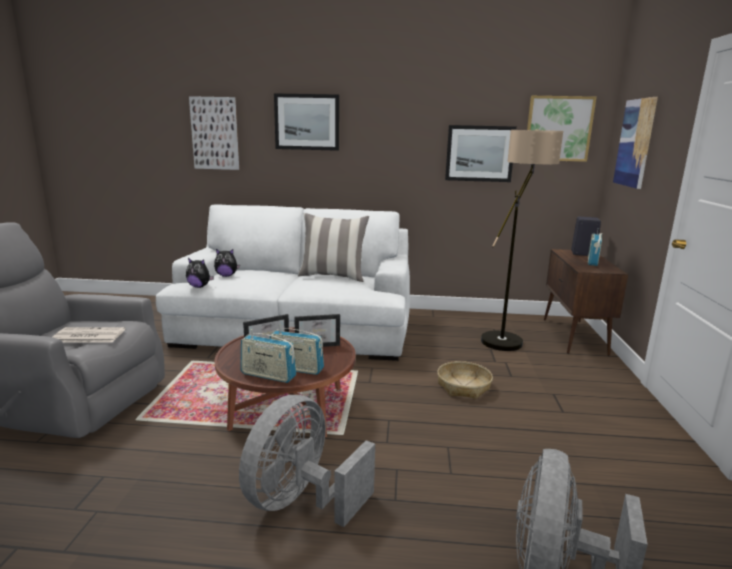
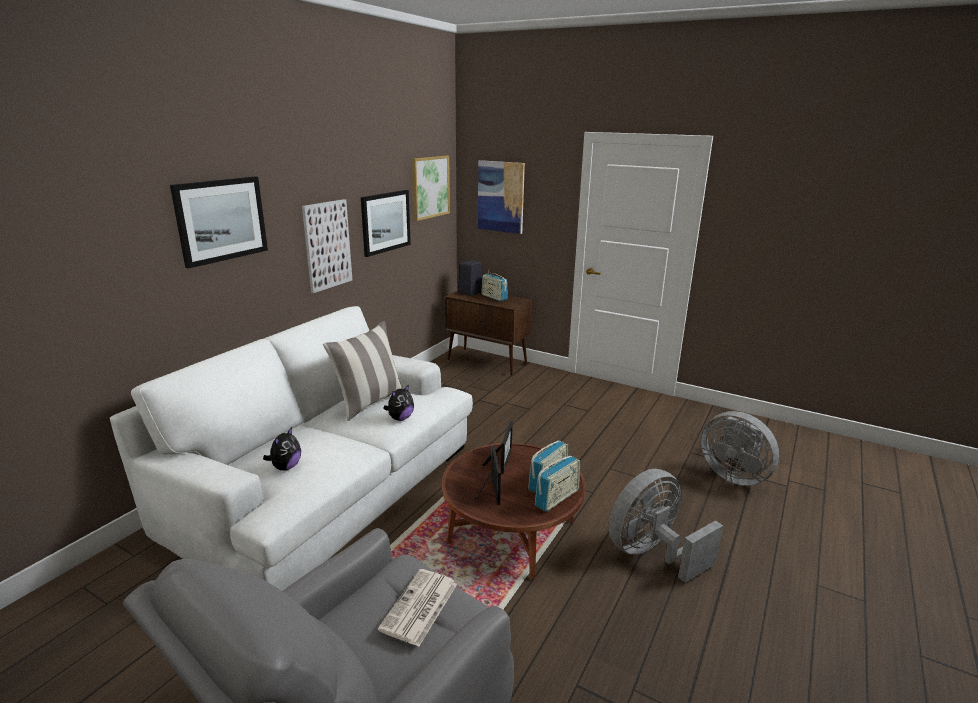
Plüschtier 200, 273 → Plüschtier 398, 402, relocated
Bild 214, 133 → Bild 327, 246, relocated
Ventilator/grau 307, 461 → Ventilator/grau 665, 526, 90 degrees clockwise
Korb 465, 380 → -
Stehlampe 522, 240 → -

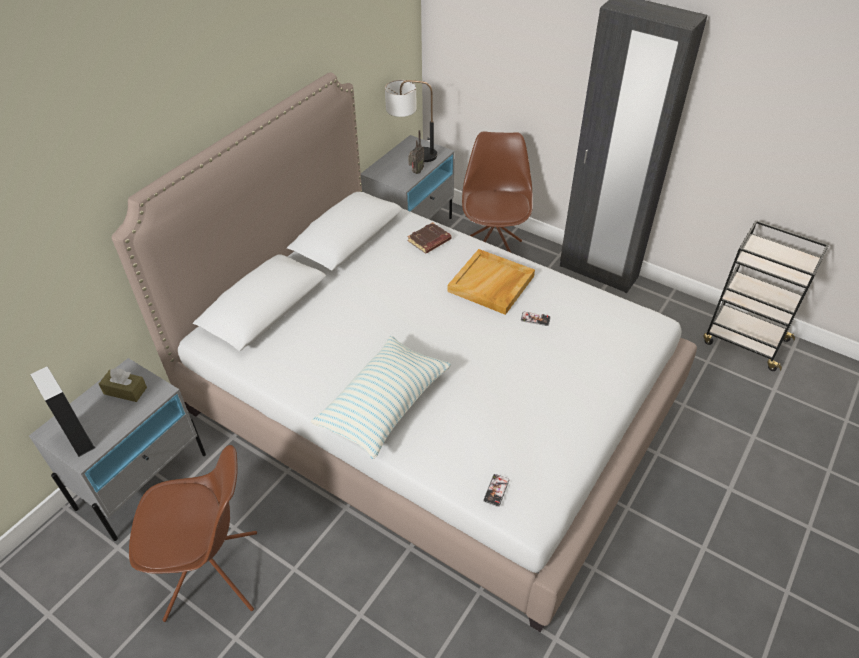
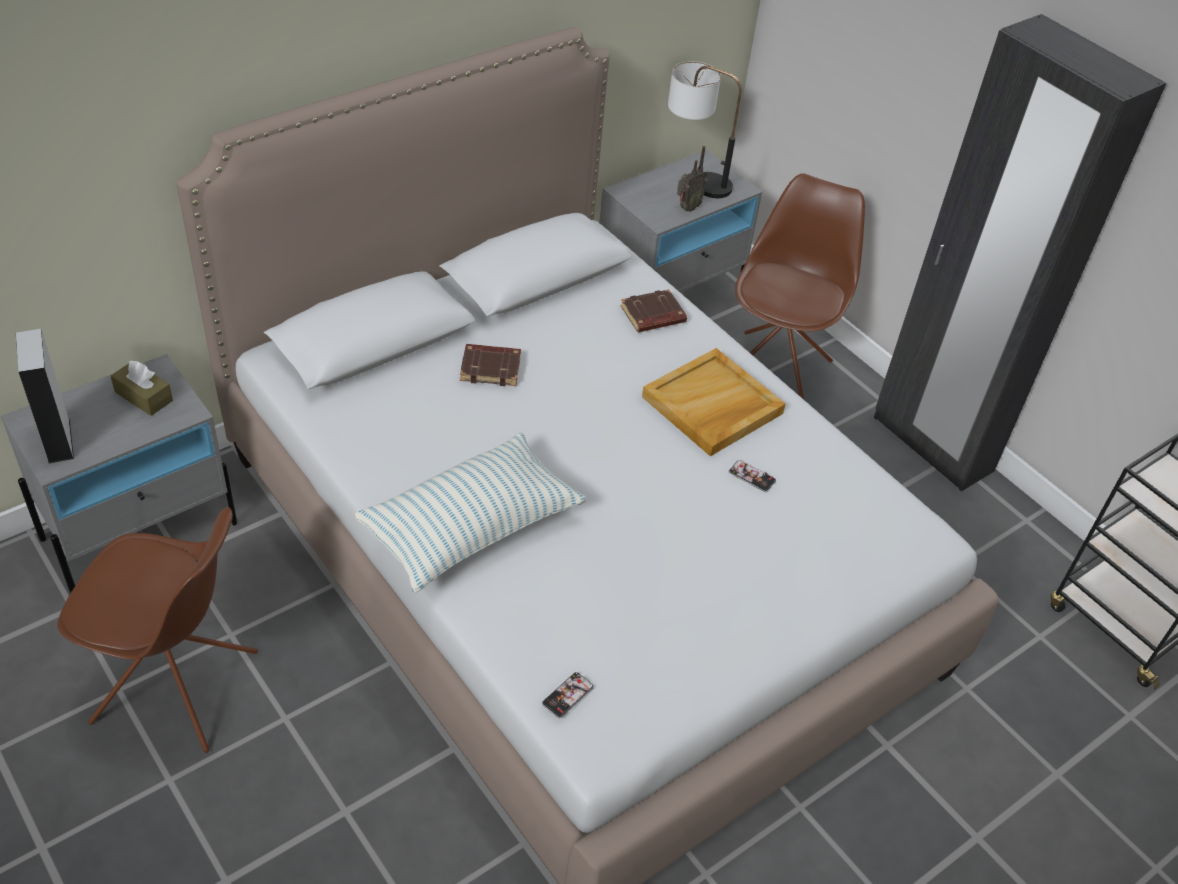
- → Buch/braun 490, 365

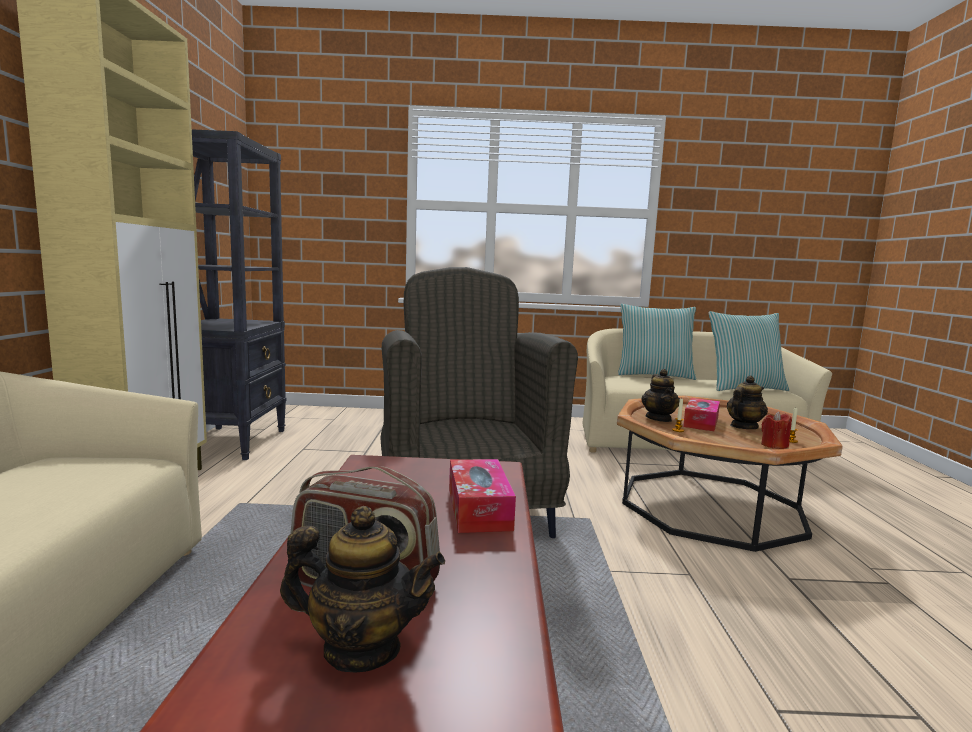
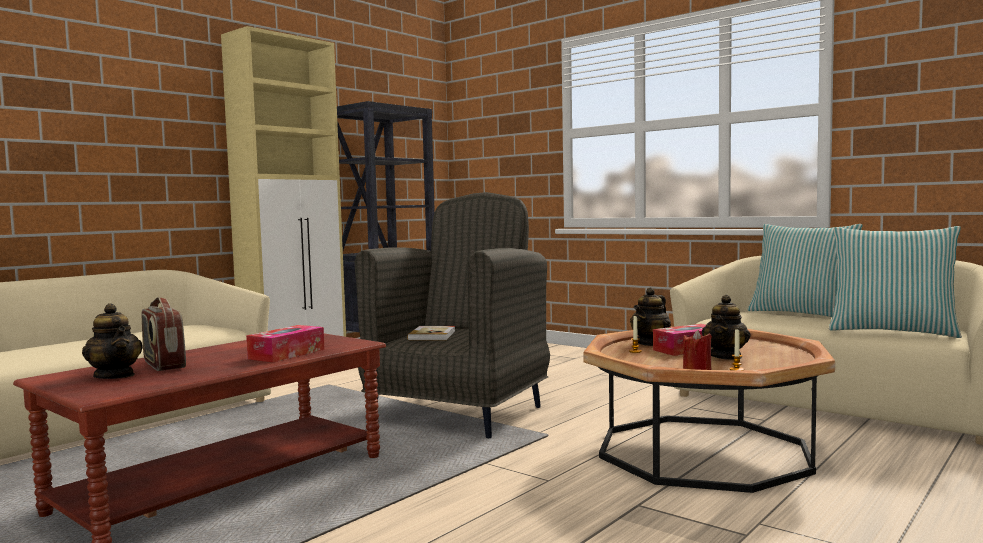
Teekanne 747, 402 → Teekanne 726, 327, 120 degrees clockwise
- → Buch 431, 333

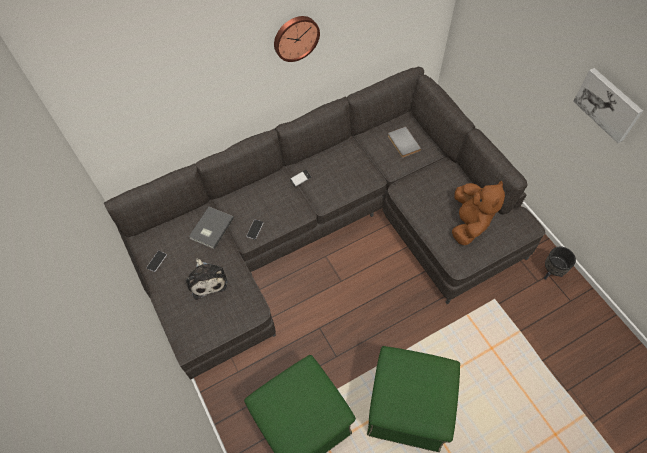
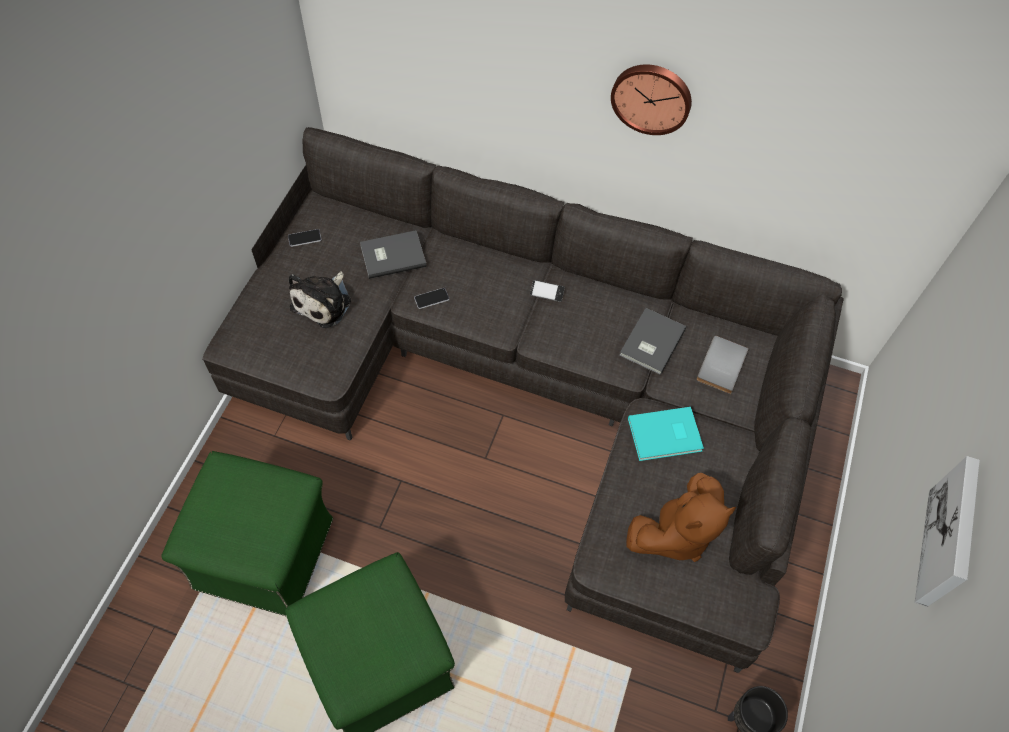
- → Buch/grau 652, 341
- → Buch/türkis 666, 434

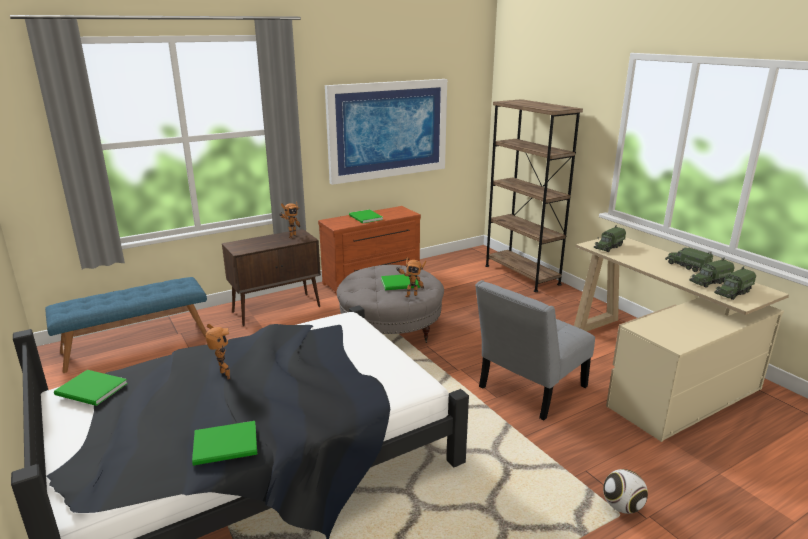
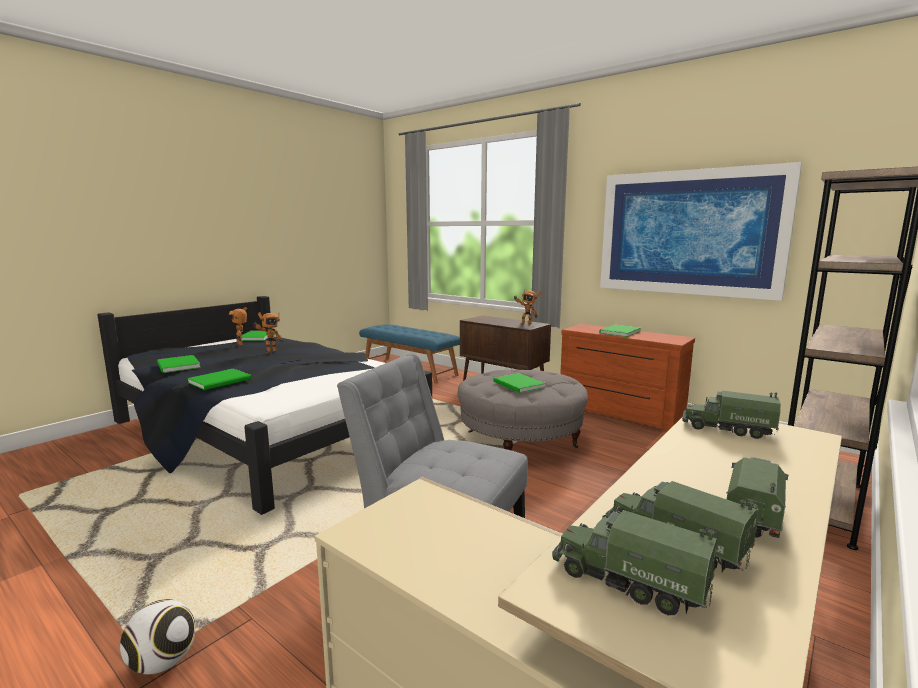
Spielzeugroboter 411, 277 → Spielzeugroboter 238, 326, relocated
- → Buch/grün 219, 379

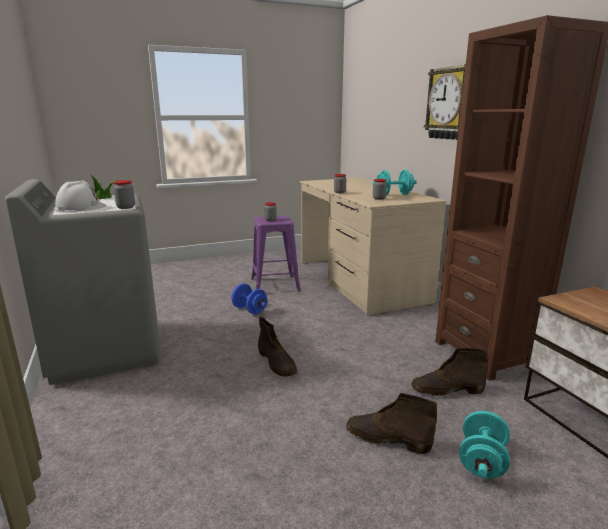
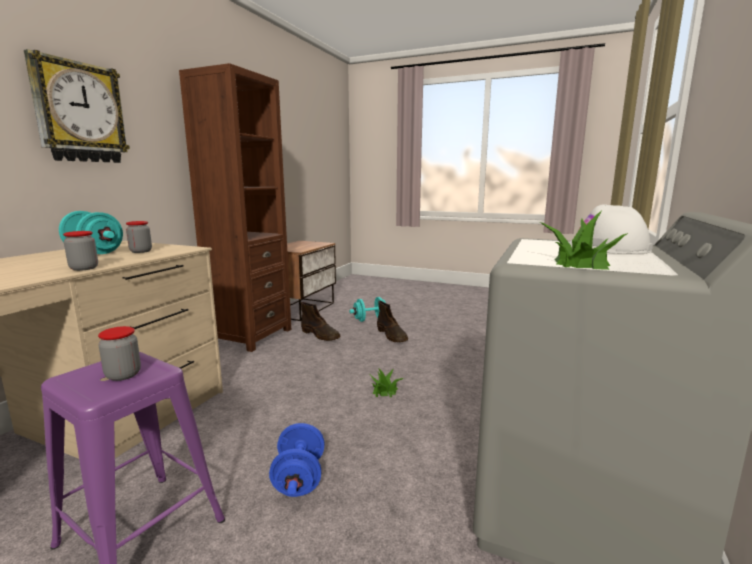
Vorratsglas 124, 194 → -
Stiefel/braun 278, 347 → Topfpflanze 387, 383

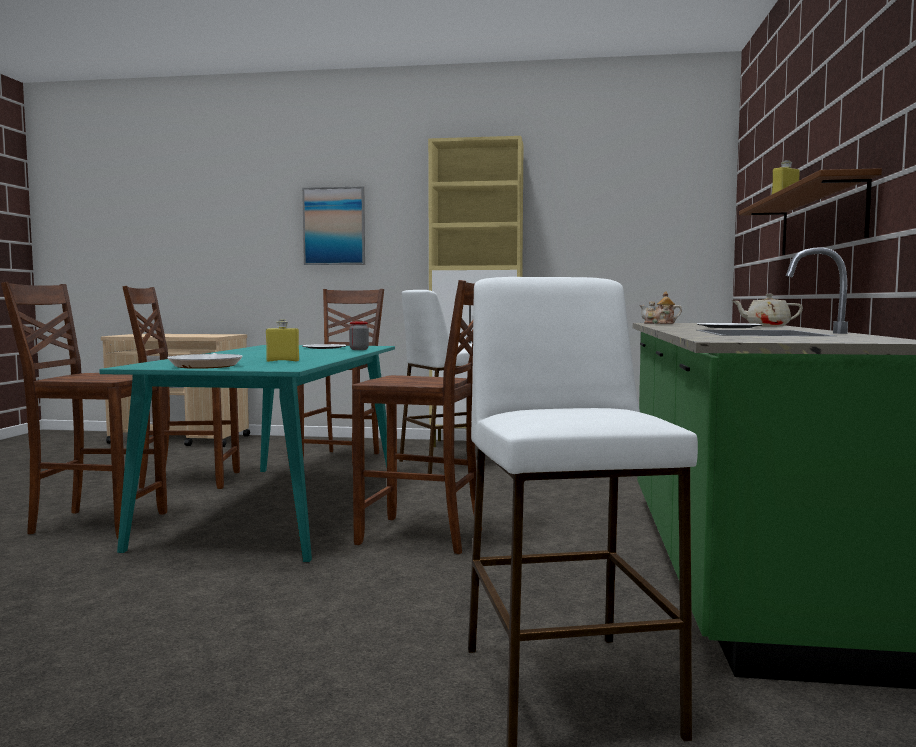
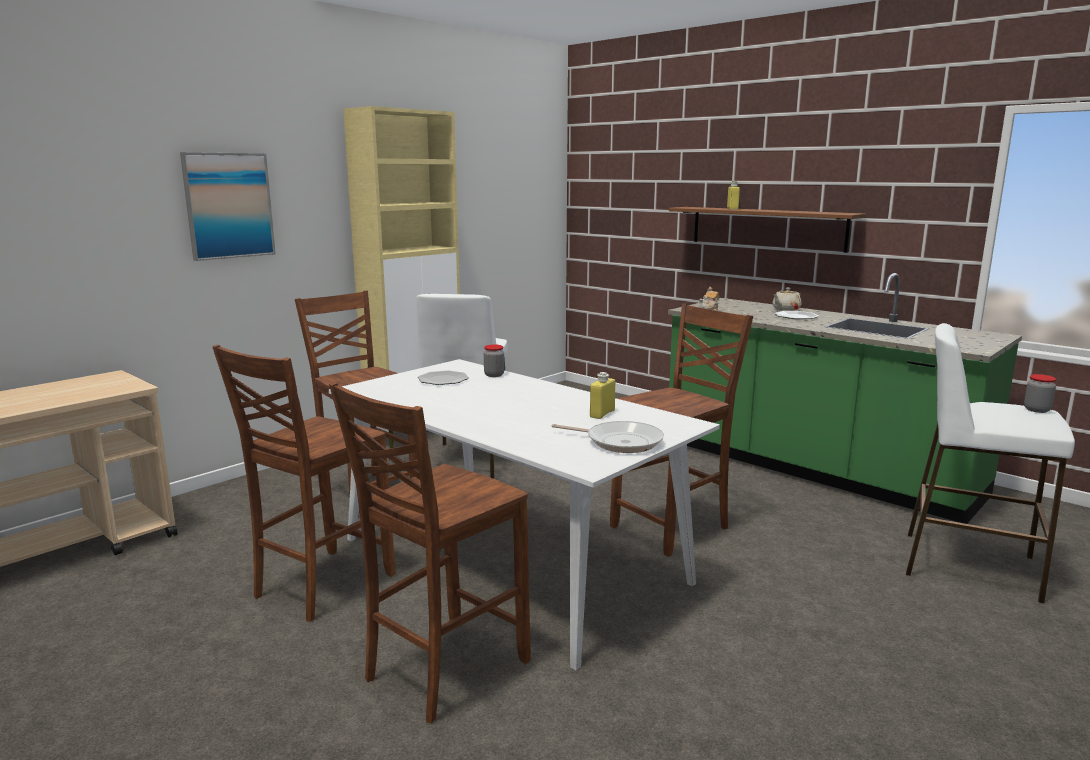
Esstisch/türkis 247, 453 → Esstisch/weiß 524, 515
- → Vorratsglas 1040, 393

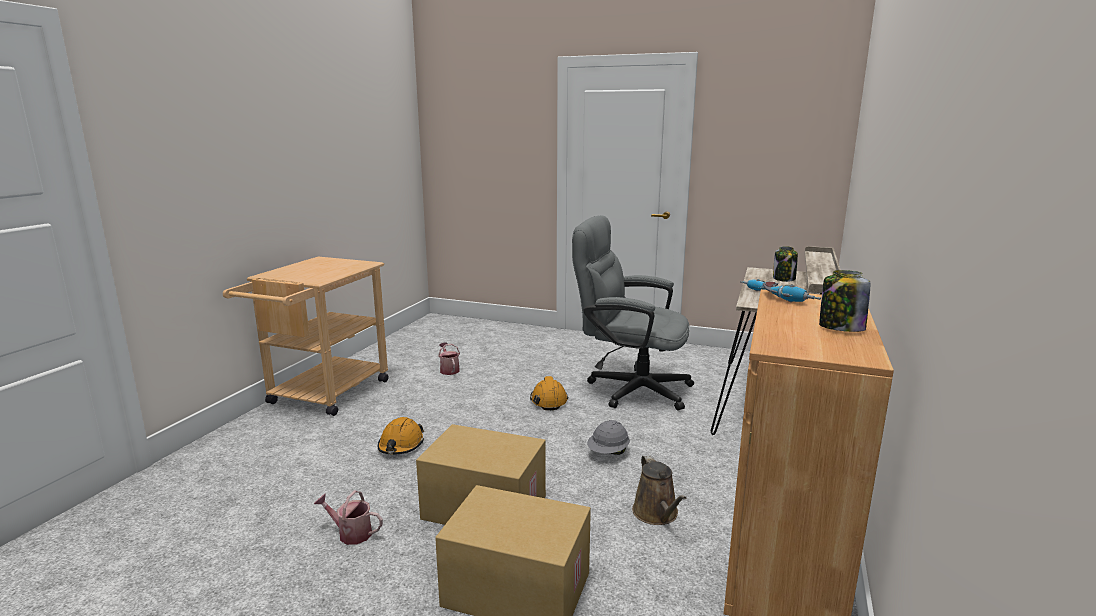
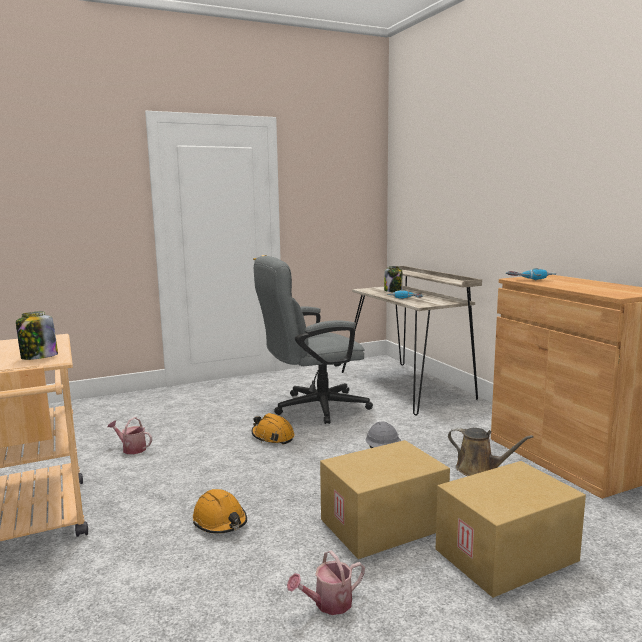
Vorratsglas 844, 301 → Vorratsglas 37, 335, relocated

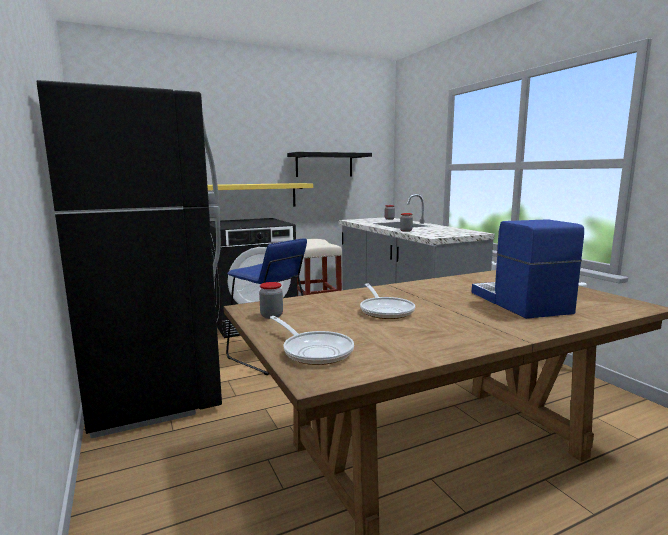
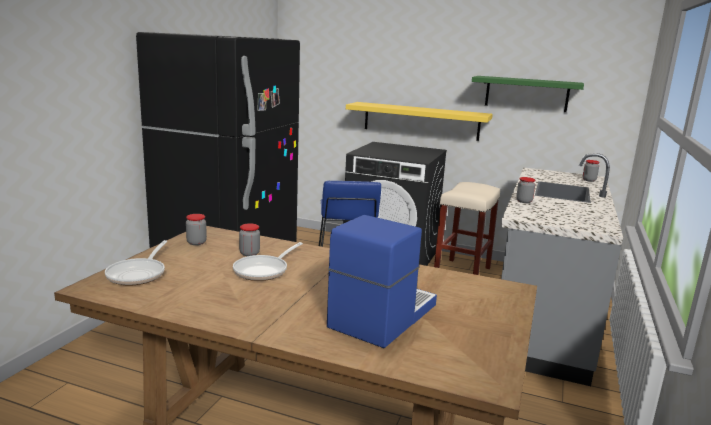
Wandregal/schwarz 329, 164 → Wandregal/grün 528, 94
- → Vorratsglas 249, 239

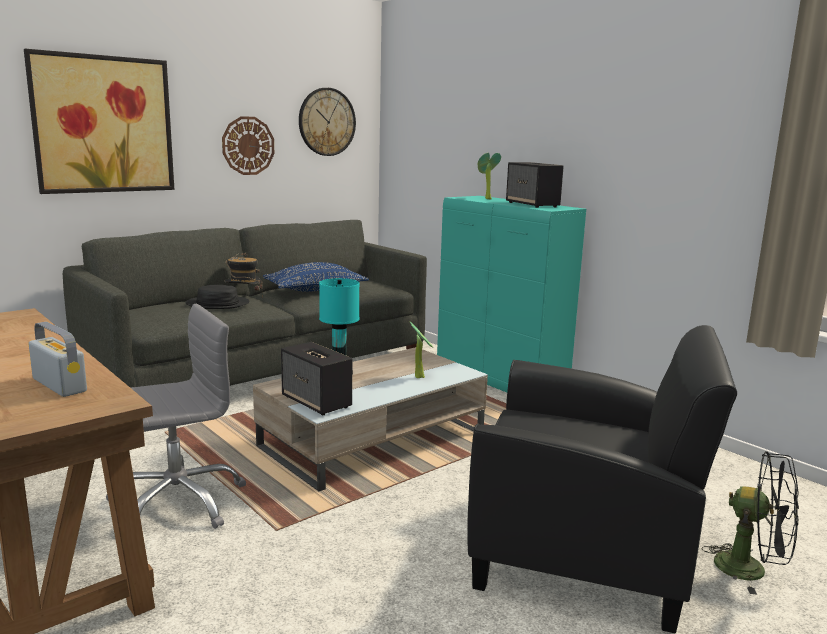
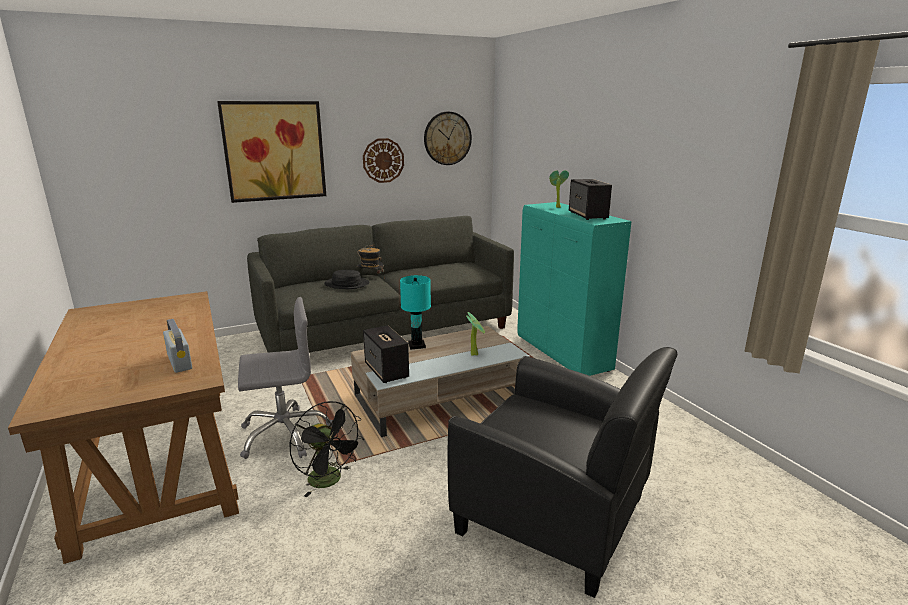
Kissen/blau 316, 277 → -
Ventilator/schwarz 750, 522 → Ventilator/schwarz 326, 449, relocated

